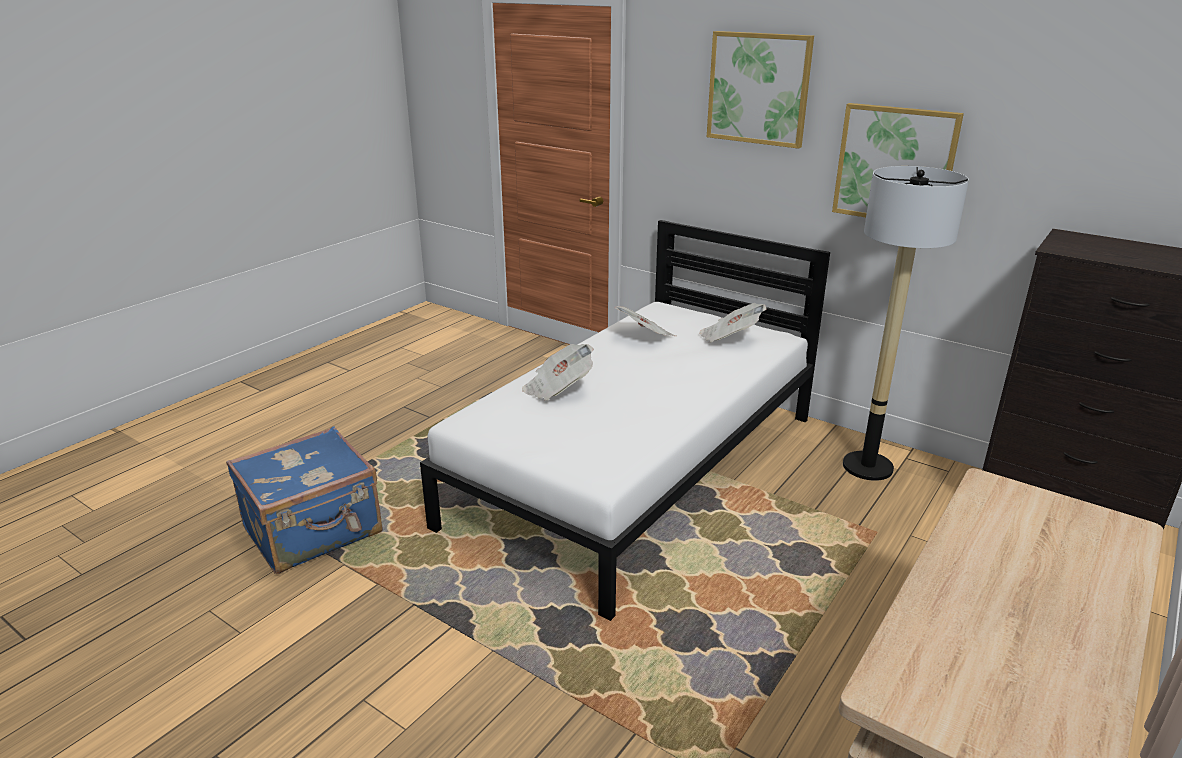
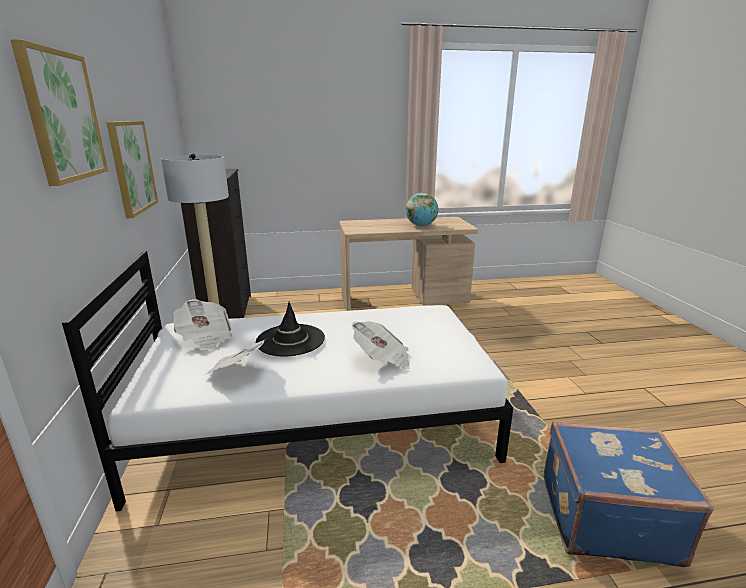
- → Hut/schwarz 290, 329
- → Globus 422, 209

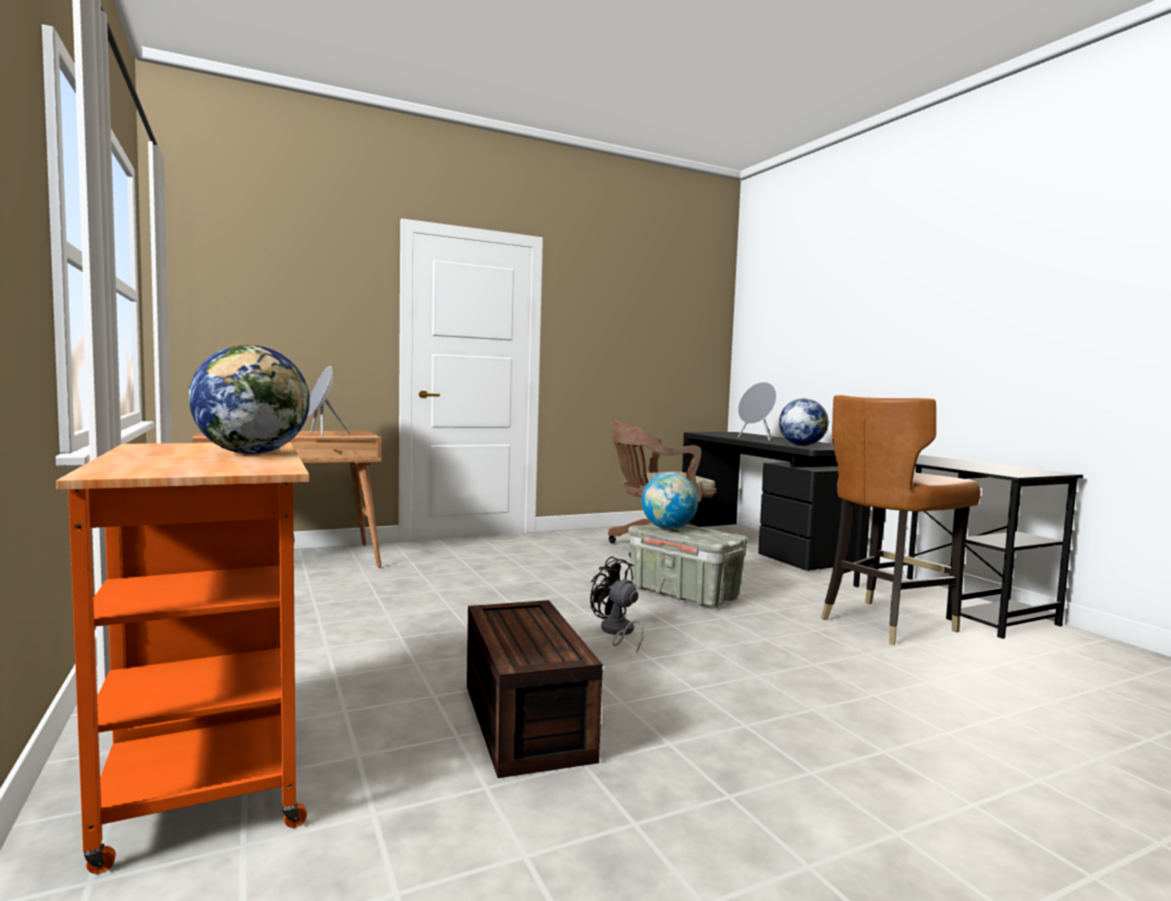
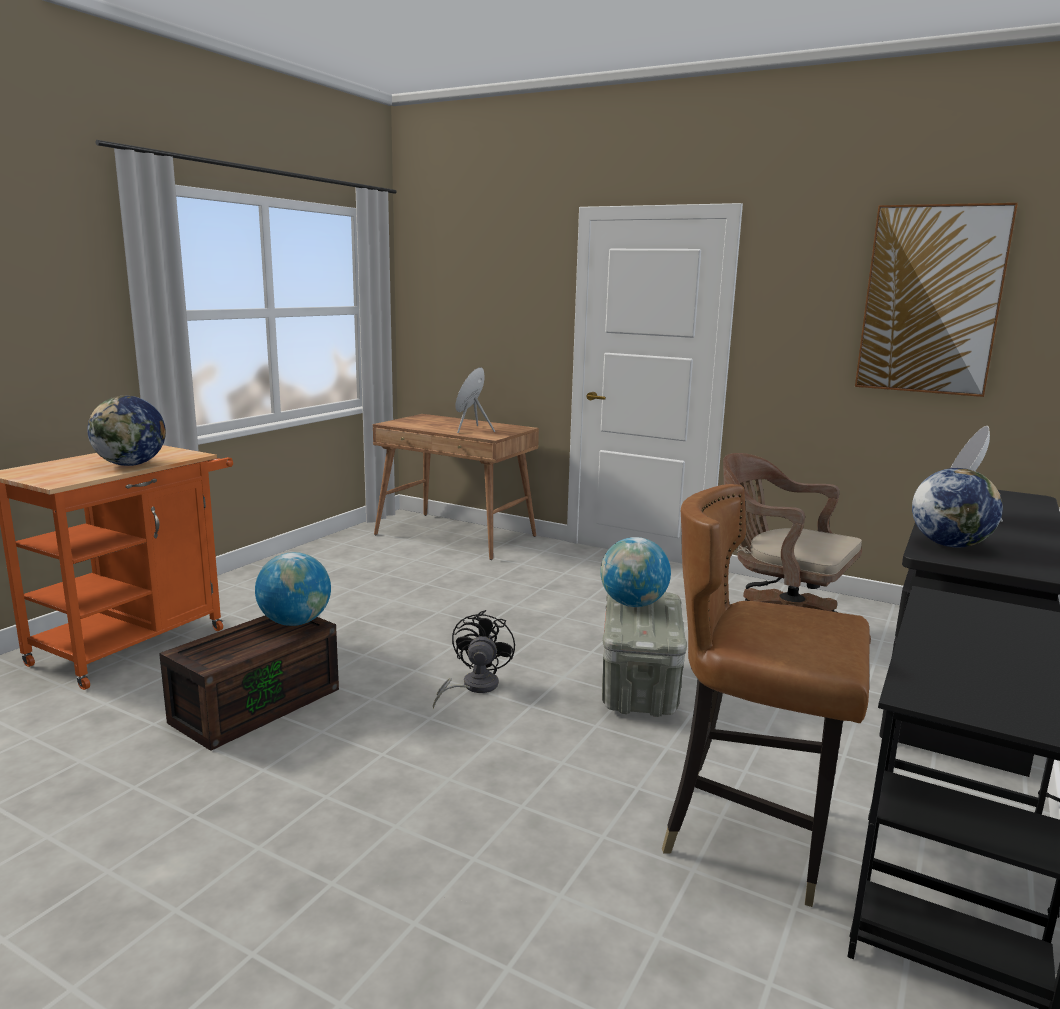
- → Globus 293, 589
- → Bild 936, 300

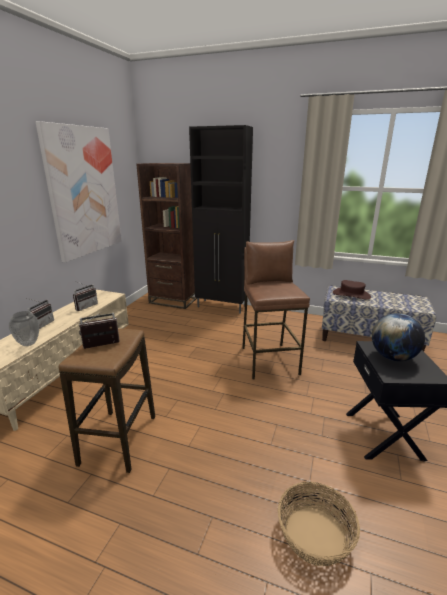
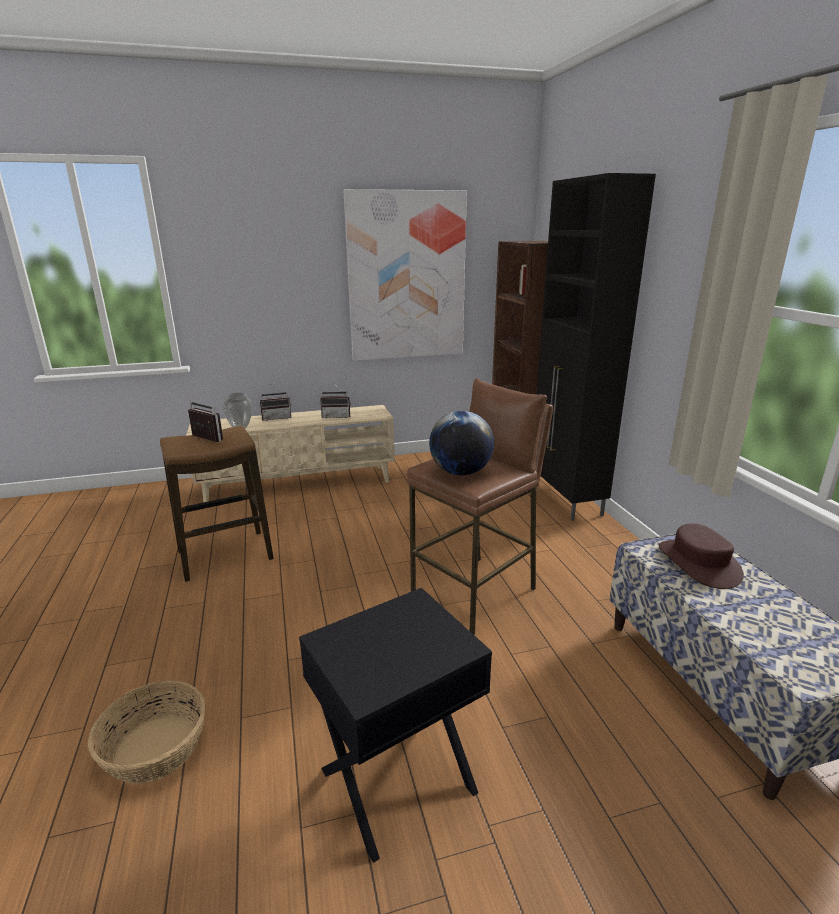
Globus 398, 337 → Globus 461, 443, relocated

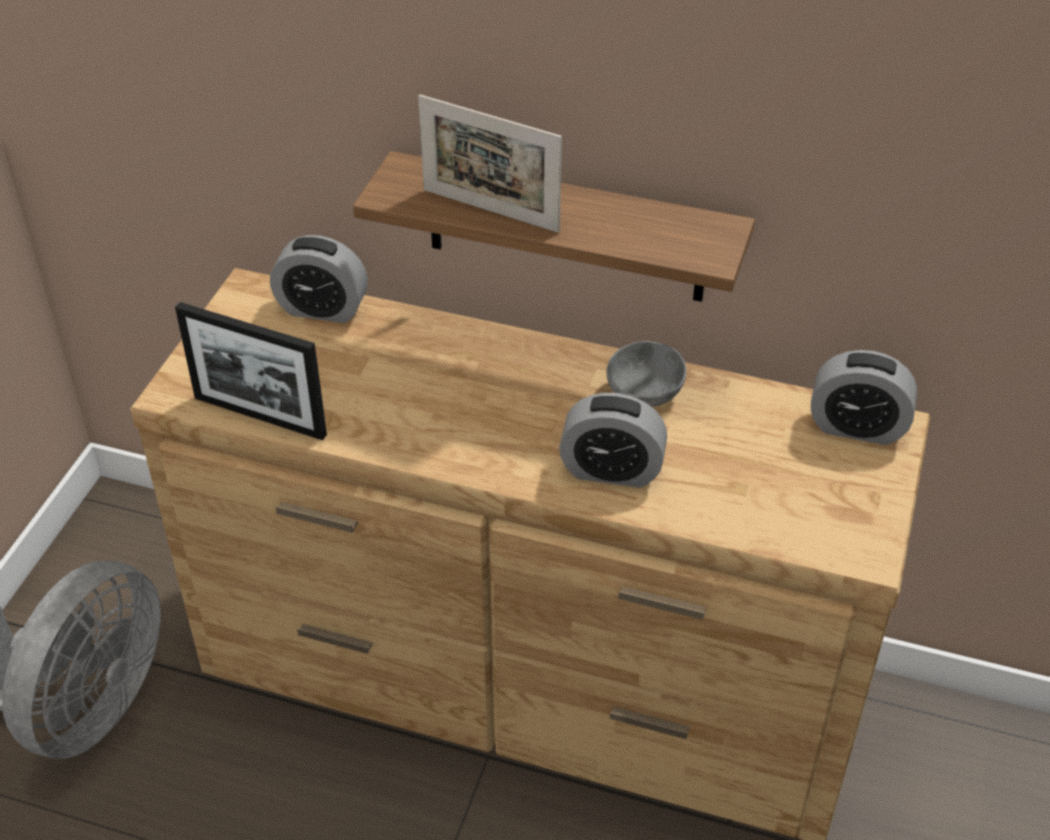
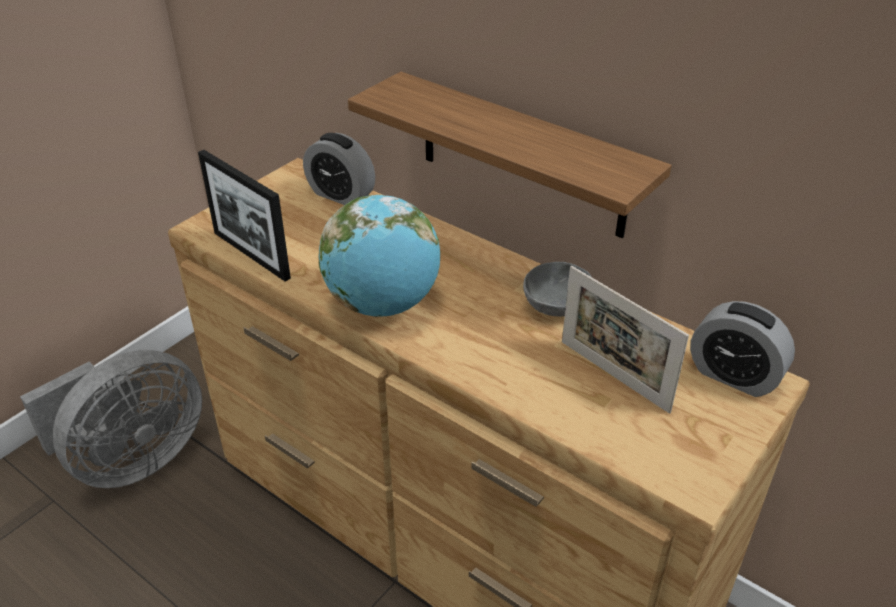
Bilderrahmen 490, 164 → Bilderrahmen 625, 340, relocated
Wecker 613, 440 → -
- → Globus 379, 256

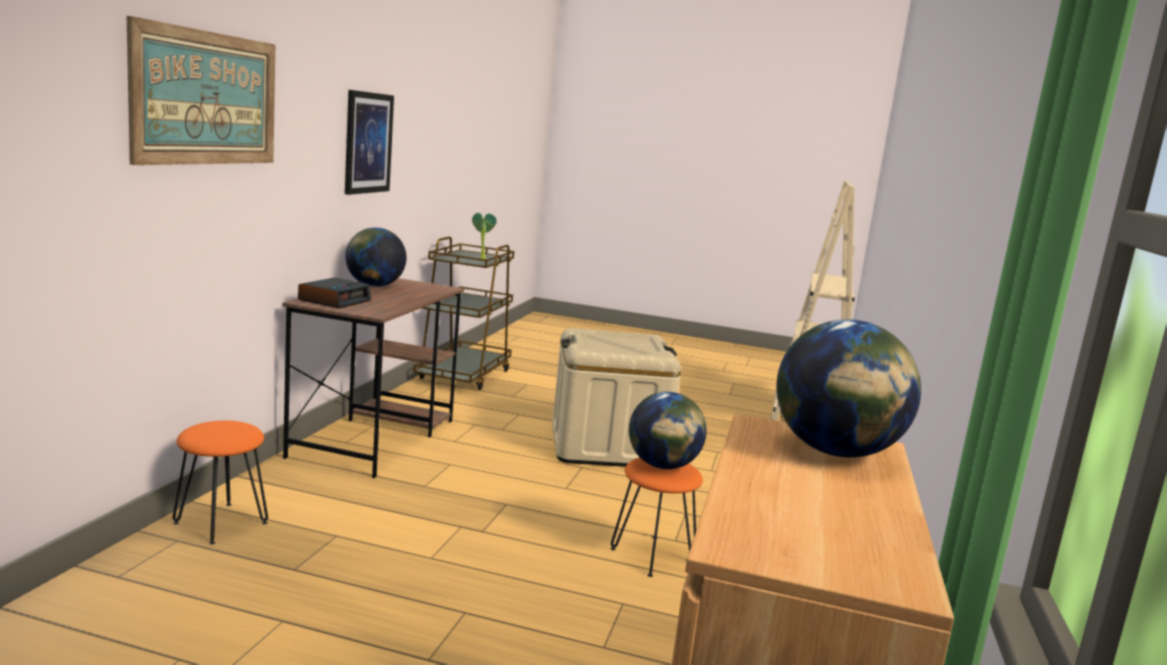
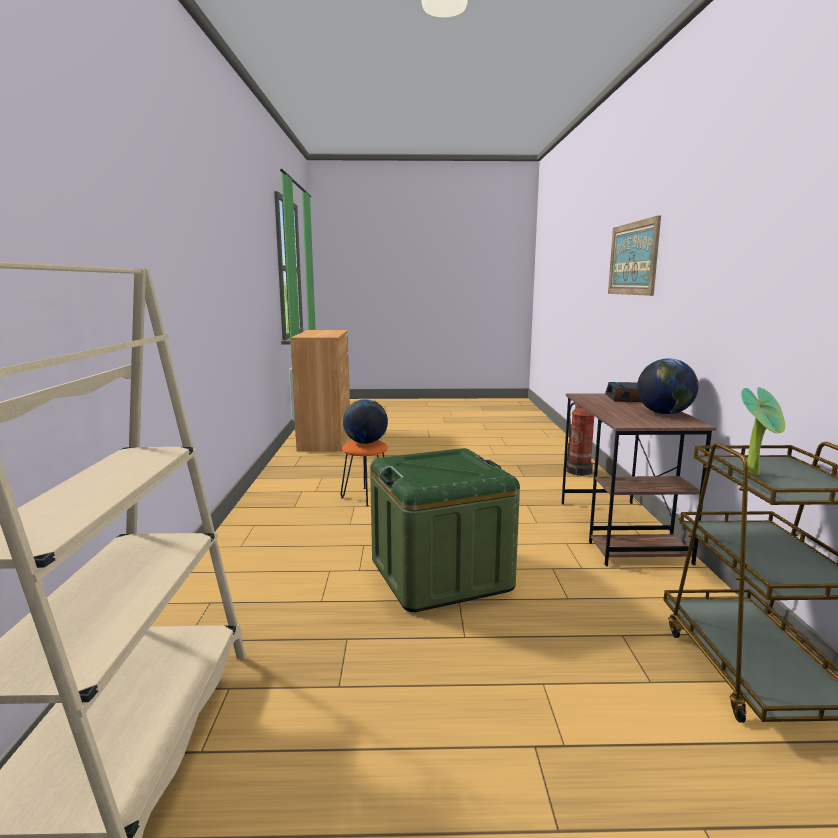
Hocker/orange 220, 483 → Feuerlöscher 580, 439
Bild 369, 142 → -
Aufbewahrungsbox/beige 616, 397 → Aufbewahrungsbox/grün 445, 530
Globus 848, 388 → -

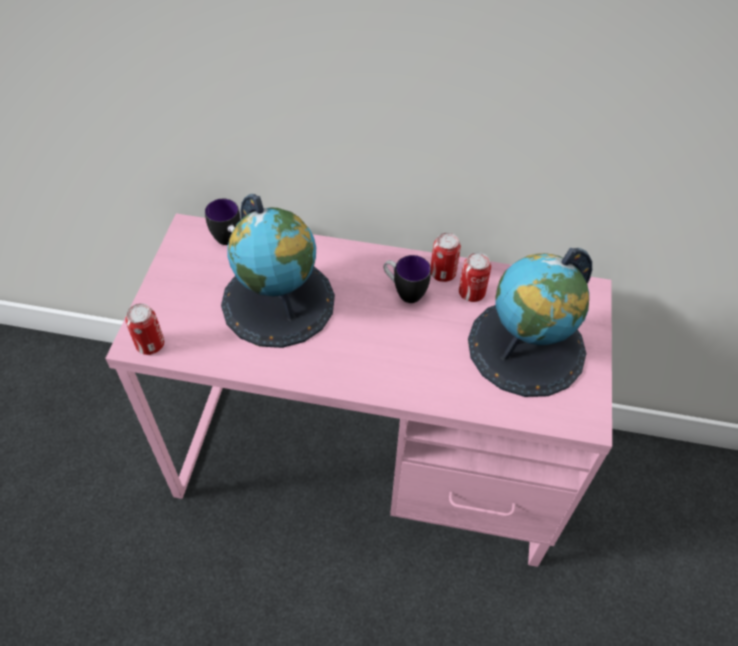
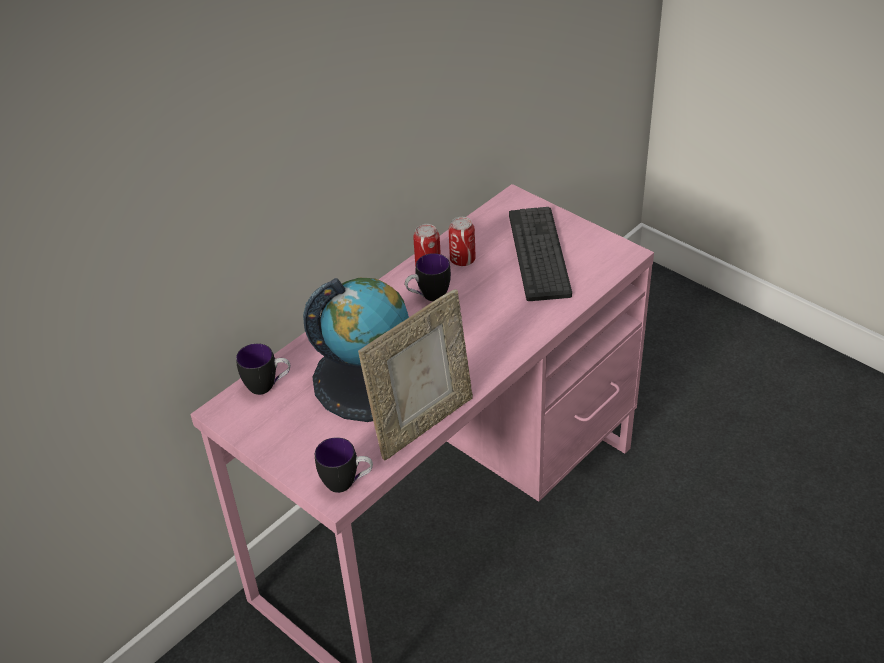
Dose 145, 329 → Henkelbecher 344, 465
Globus 530, 322 → Tastatur 540, 254
- → Bilderrahmen 415, 375

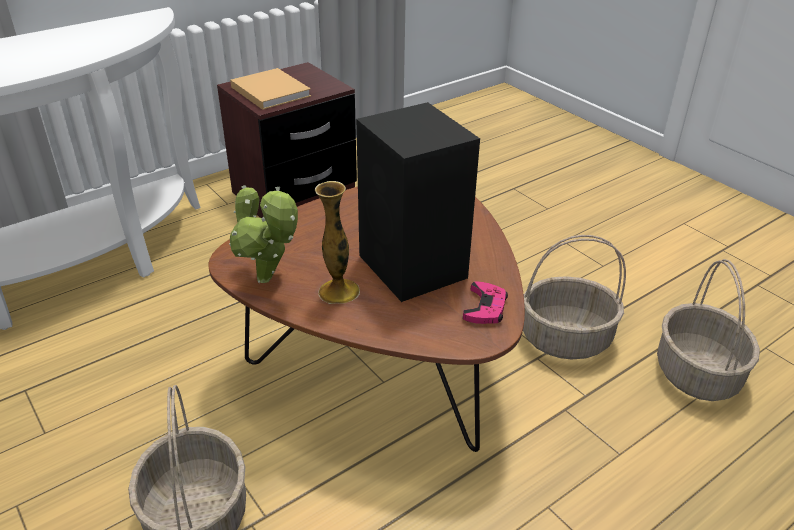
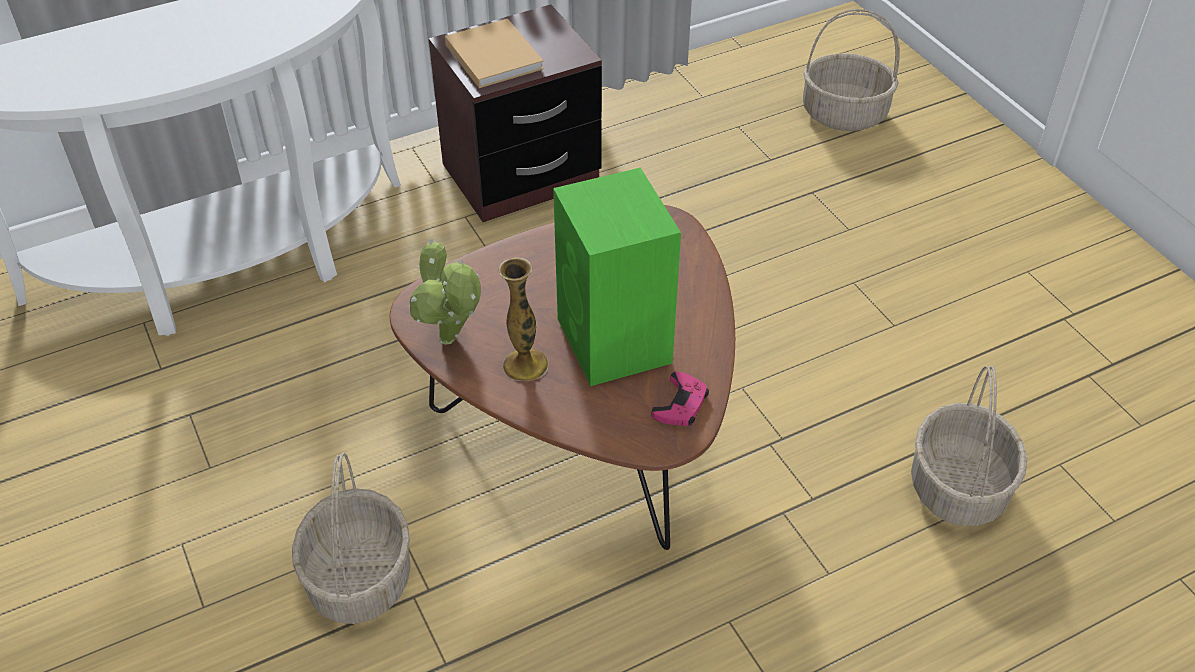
Lautsprecher/schwarz 418, 202 → Lautsprecher/grün 617, 277
Korb 574, 297 → Korb 851, 70, relocated

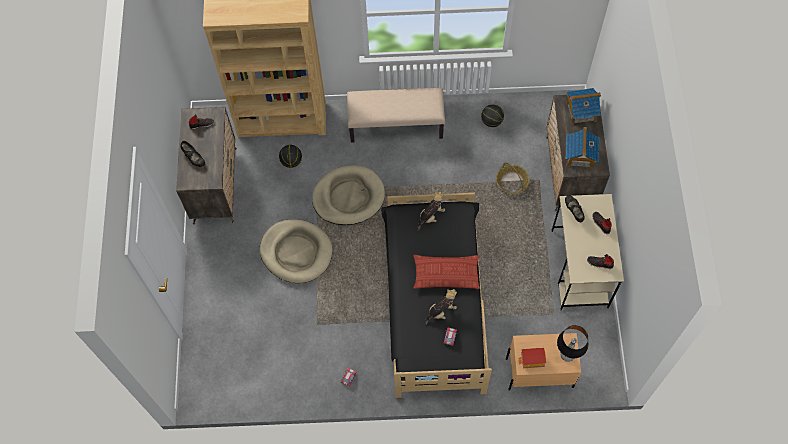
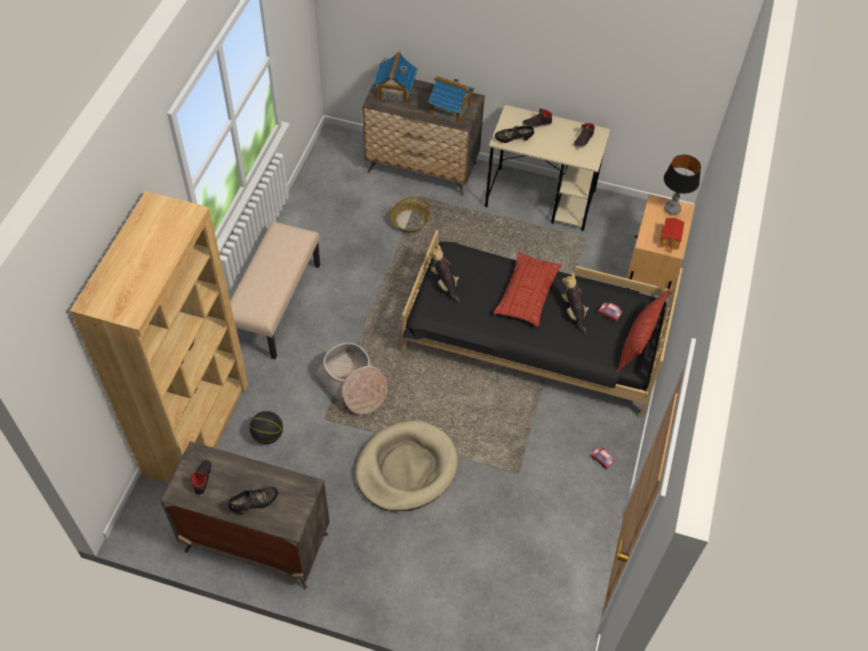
Hundebett/beige 348, 195 → Korb 350, 378
Basketball 492, 116 → -
- → Kissen 642, 331

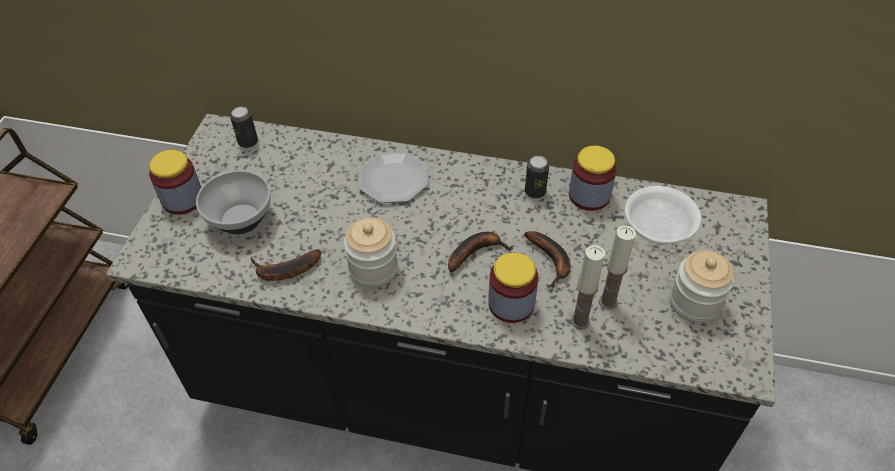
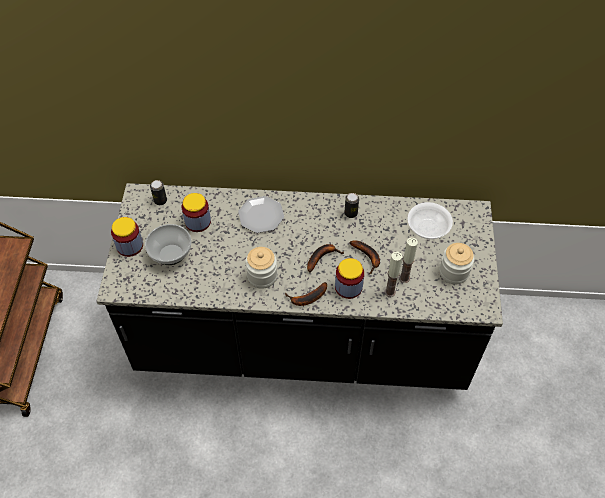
Banane 286, 265 → Banane 306, 294, relocated
Vorratsglas 593, 178 → Vorratsglas 196, 212, relocated

